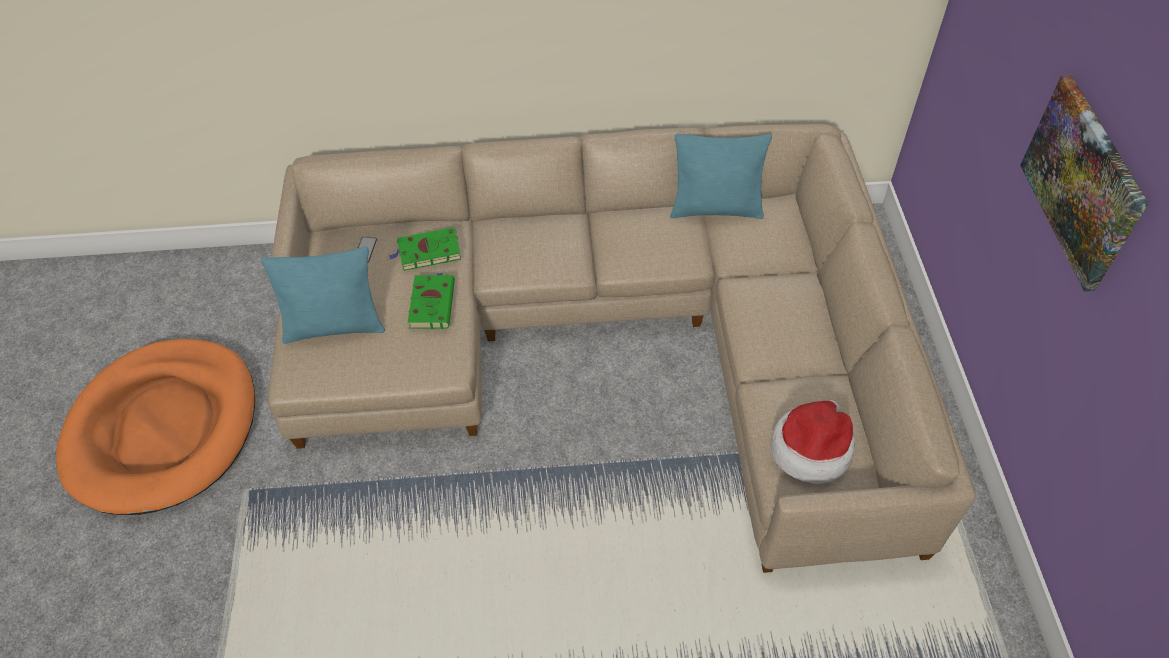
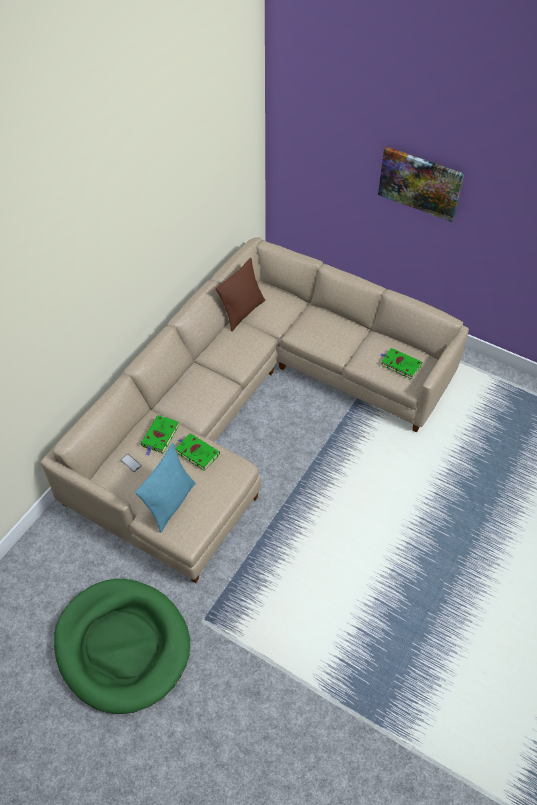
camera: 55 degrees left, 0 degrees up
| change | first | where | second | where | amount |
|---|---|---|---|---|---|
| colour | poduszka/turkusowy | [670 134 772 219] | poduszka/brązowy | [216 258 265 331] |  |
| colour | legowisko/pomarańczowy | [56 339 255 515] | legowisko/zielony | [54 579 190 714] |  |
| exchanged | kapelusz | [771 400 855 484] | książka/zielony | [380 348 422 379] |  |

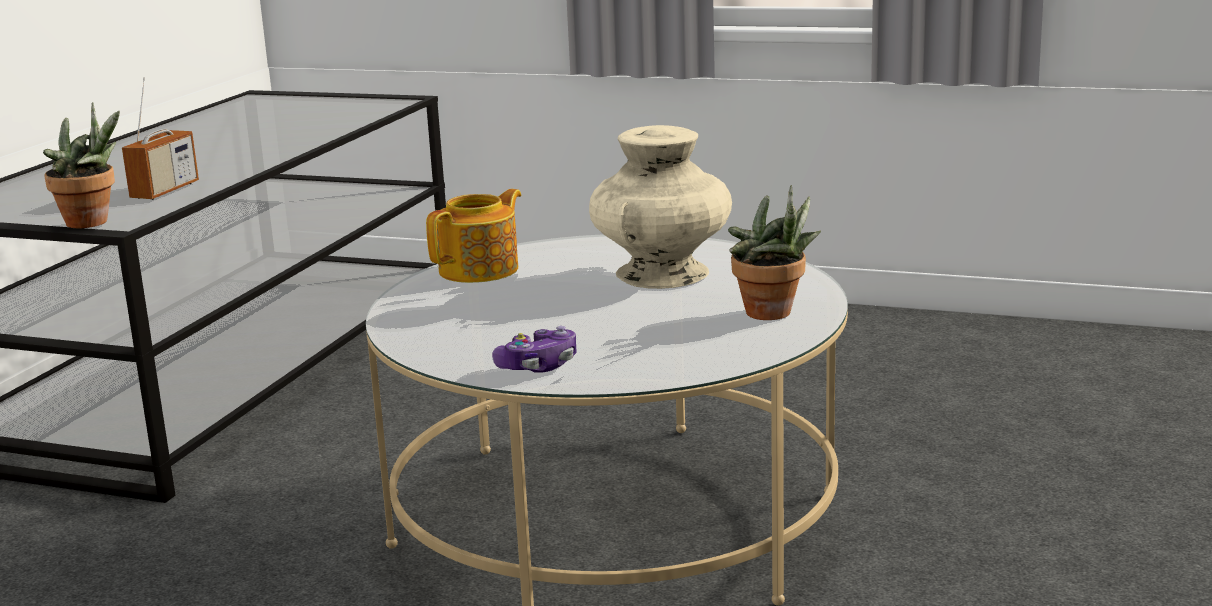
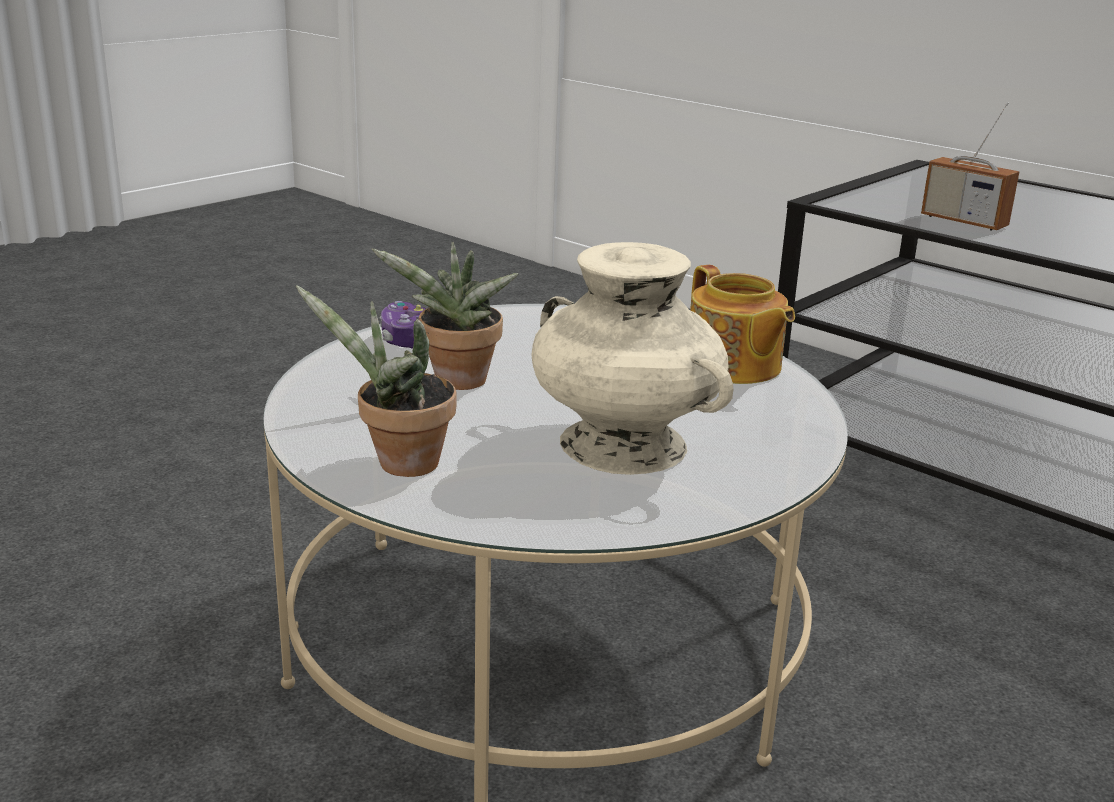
camera: 110 degrees right, 5 degrees up
| change | first | where | second | where | amount |
|---|---|---|---|---|---|
| relocated | roślina doniczkowa | [43 102 120 228] |  | [371 242 518 390] |  |

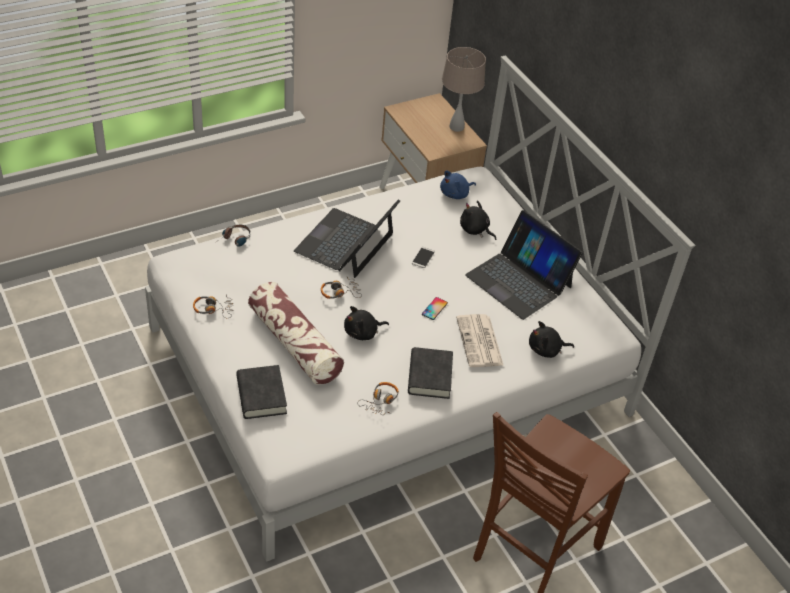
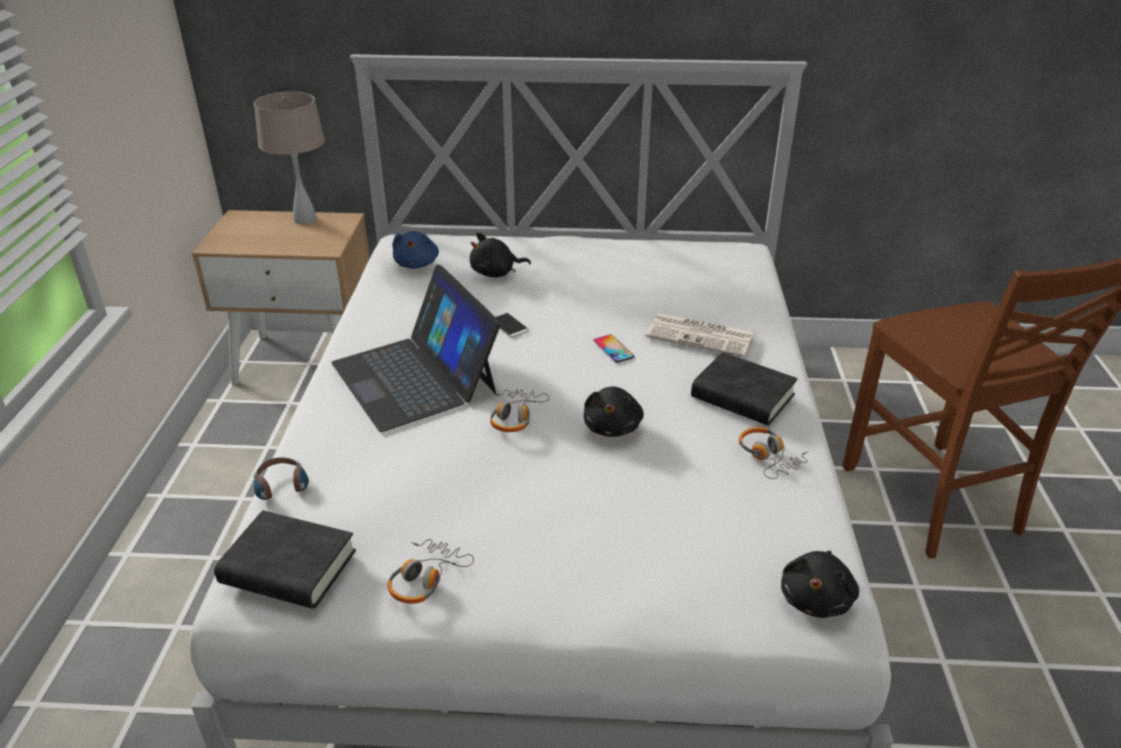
camera: 55 degrees left, 10 degrees down
| change | first | where | second | where | amount |
|---|---|---|---|---|---|
| missing | laptop | [465 210 583 320] |  |  |  |
| missing | poduszka | [248 282 344 385] |  |  |  |
| relocated | pluszak/czarny | [529 321 574 358] |  | [781 551 859 618] |  |
| relocated | książka/czarny | [236 365 287 419] |  | [214 510 356 609] |  |

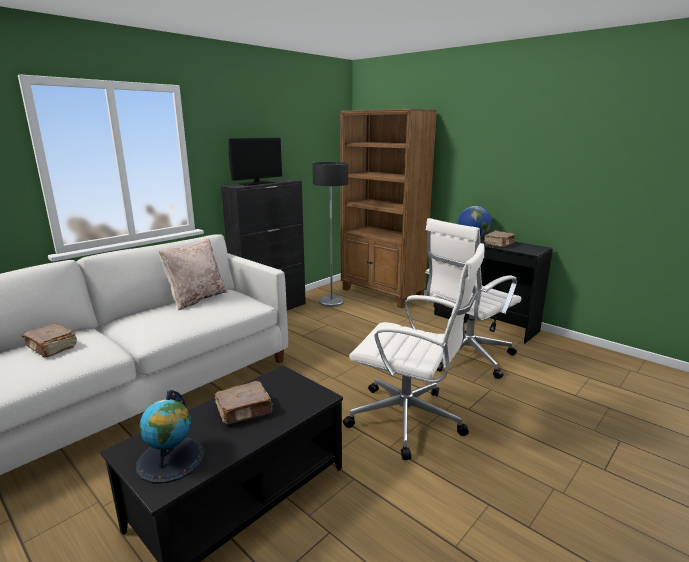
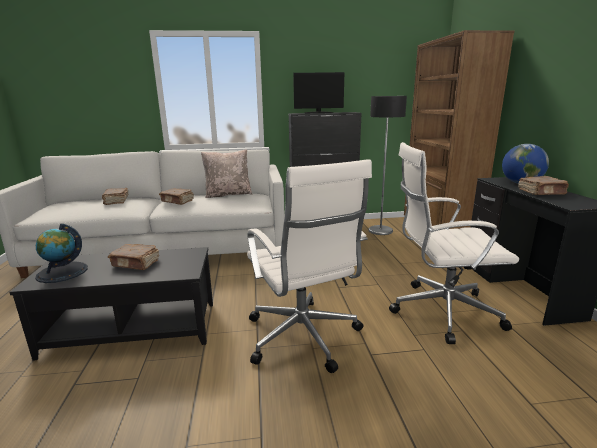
camera: 40 degrees right, 0 degrees up
| change | first | where | second | where | amount |
|---|---|---|---|---|---|
| appeared |  |  | książka/brązowy | [159 188 194 205] |  |

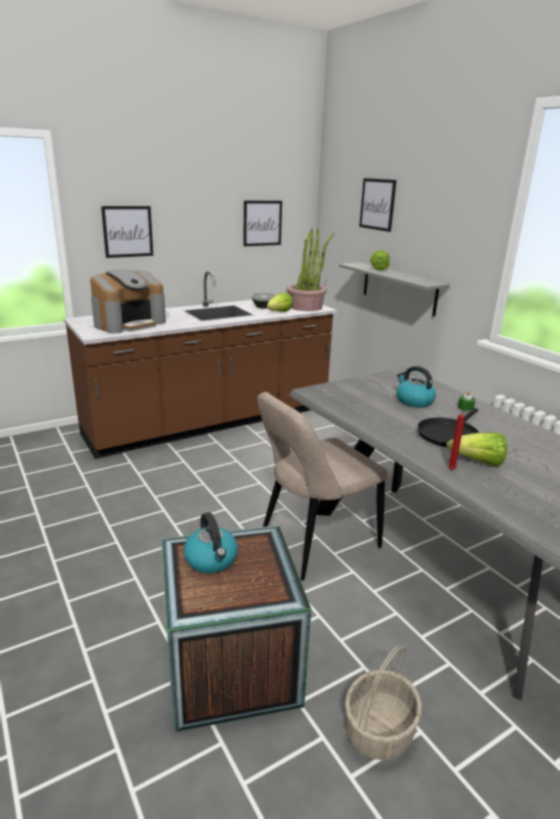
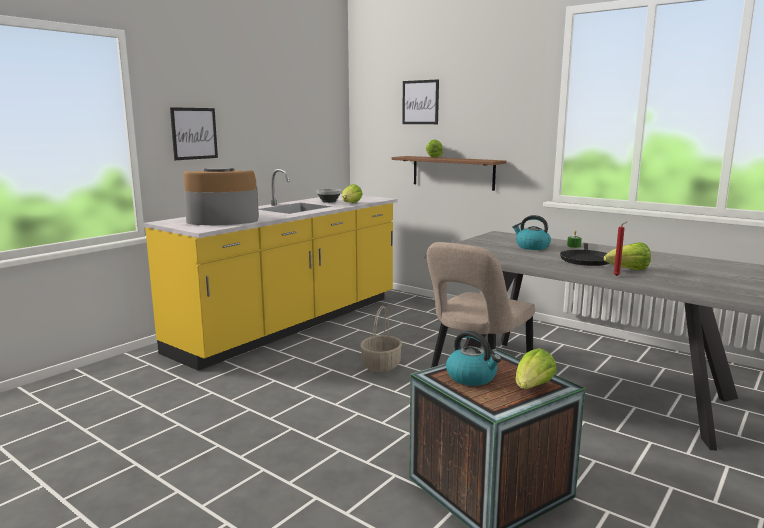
camera: 20 degrees left, 10 degrees down
| change | first | where | second | where | amount |
|---|---|---|---|---|---|
| missing | obraz | [243 201 282 246] |  |  |  |
| missing | roślina doniczkowa | [286 229 334 311] |  |  |  |
| colour | półka/szary | [339 262 450 316] | półka/brązowy | [392 156 507 191] |  |
| spun | ekspres do kawy | [90 270 166 334] |  | [184 168 259 225] | 120 degrees counterclockwise |
| colour | zabudowa kuchenna/brązowy | [64 271 337 459] | zabudowa kuchenna/żółty | [143 169 398 371] |  |
| relocated | koszyk | [345 644 422 760] |  | [360 306 402 372] |  |
| appeared |  |  | sałata | [515 348 557 389] |  |

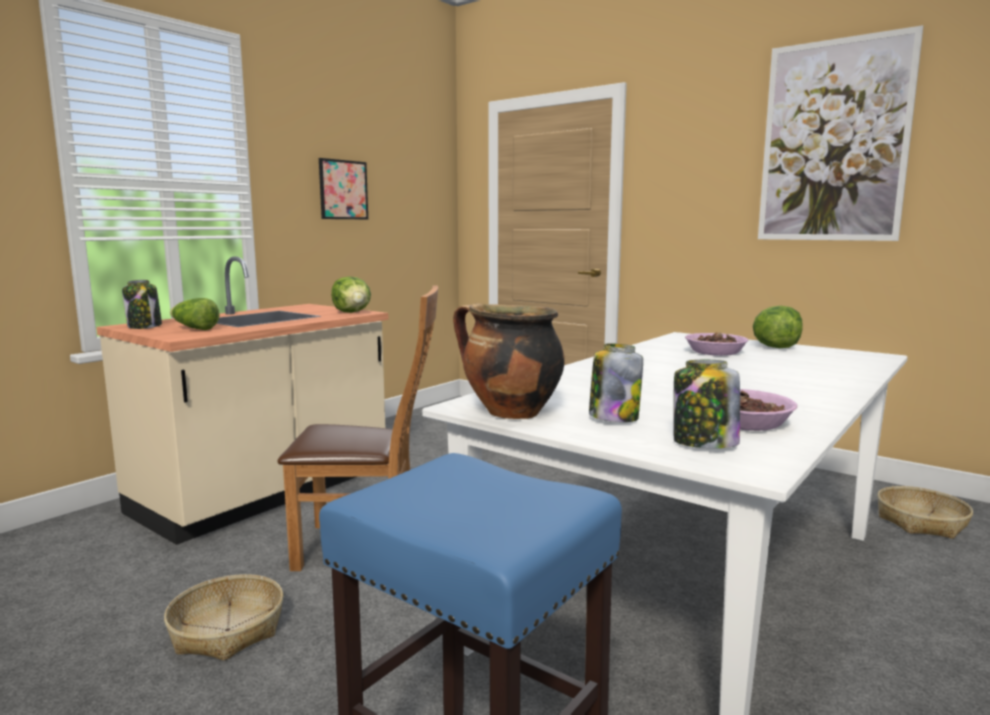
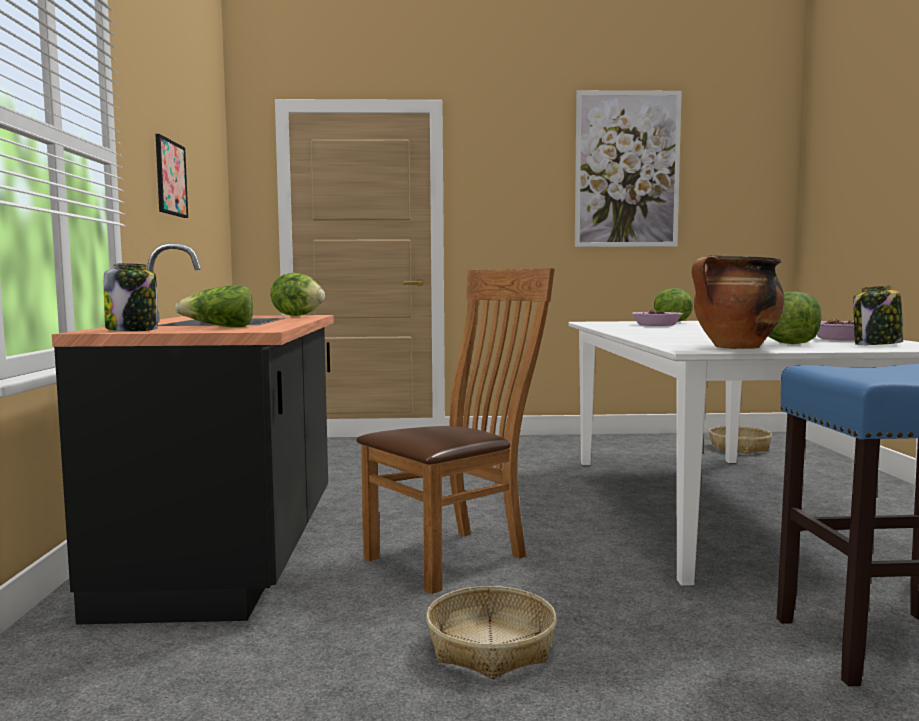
camera: 40 degrees left, 5 degrees down
| change | first | where | second | where | amount |
|---|---|---|---|---|---|
| colour | zabudowa kuchenna/beżowy | [96 256 389 545] | zabudowa kuchenna/czarny | [52 243 334 625] |  |
| exchanged | słoik | [589 343 643 422] | sałata | [768 292 821 344] |  |

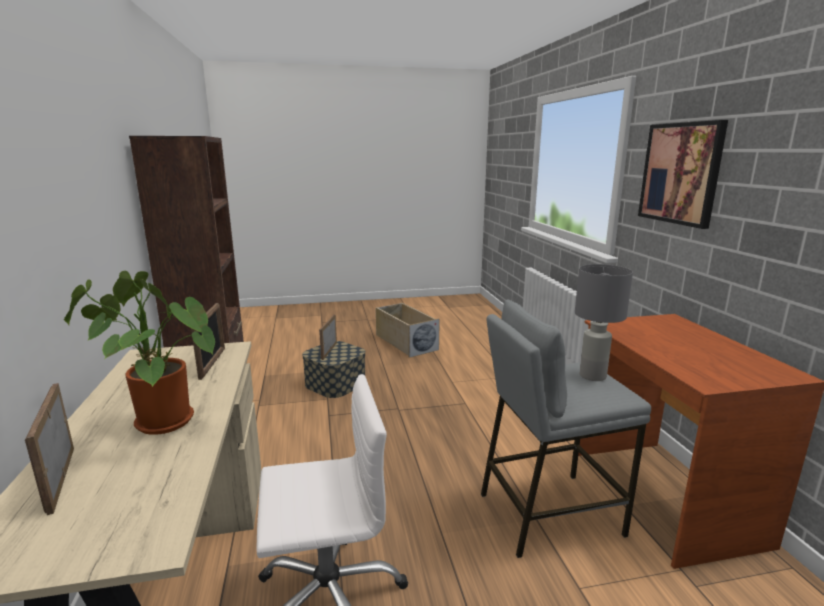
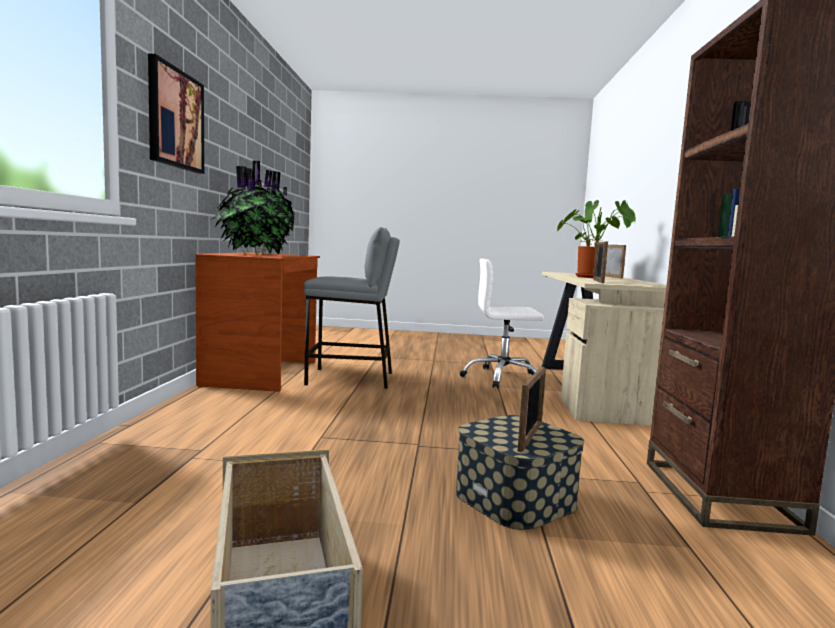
camera: 165 degrees left, 10 degrees down
| change | first | where | second | where | amount |
|---|---|---|---|---|---|
| missing | lampa stołowa/szary | [575 264 633 381] |  |  |  |
| appeared |  |  | roślina doniczkowa | [209 161 295 254] |  |

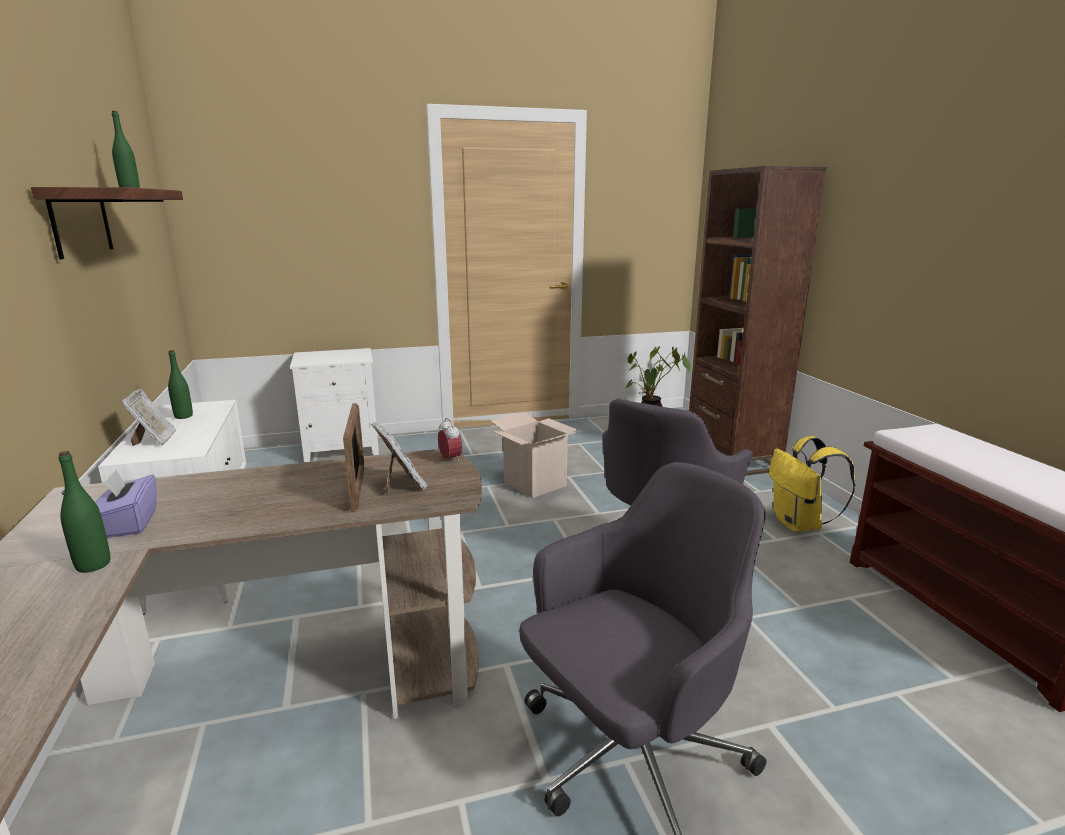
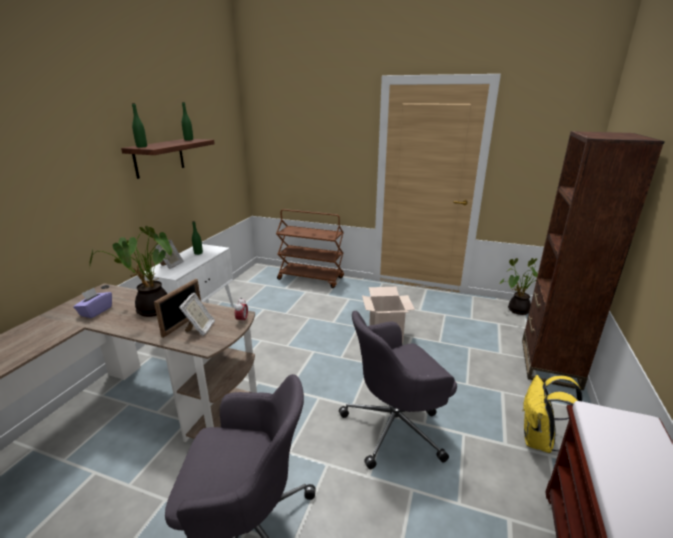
camera: 35 degrees right, 5 degrees up
| change | first | where | second | where | amount |
|---|---|---|---|---|---|
| exchanged | szafka nocna/biały | [290 348 379 462] | wózek/brązowy | [276 209 344 288] |  |
| relocated | butelka/zielony | [58 451 110 573] |  | [132 103 147 147] |  |
| appeared |  |  | roślina doniczkowa | [89 226 172 317] |  |

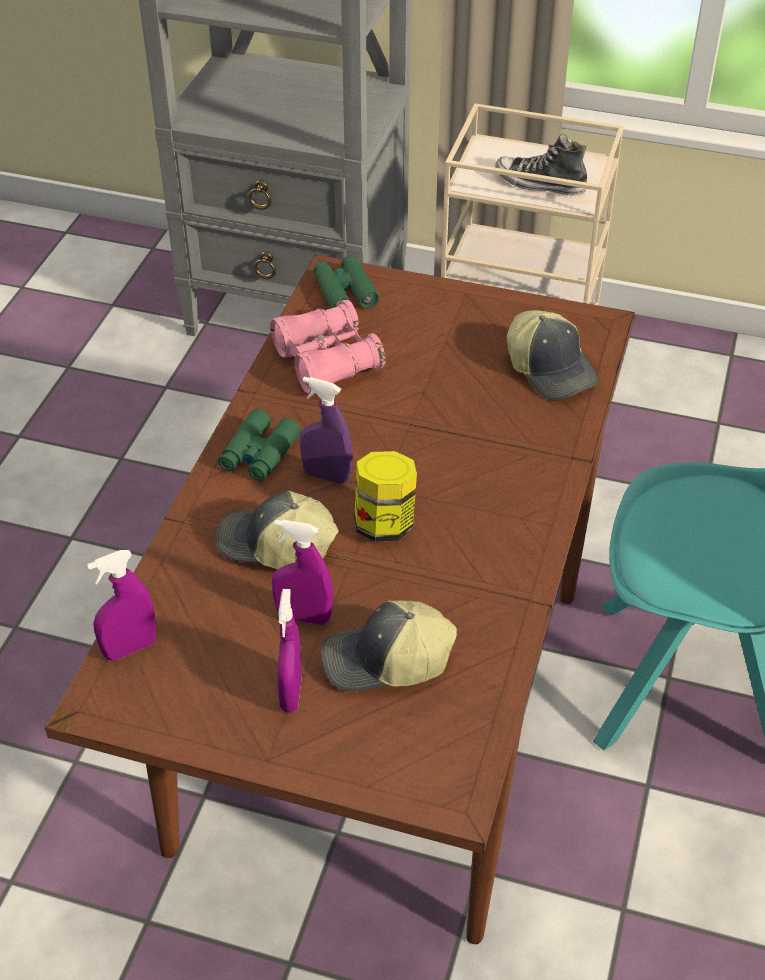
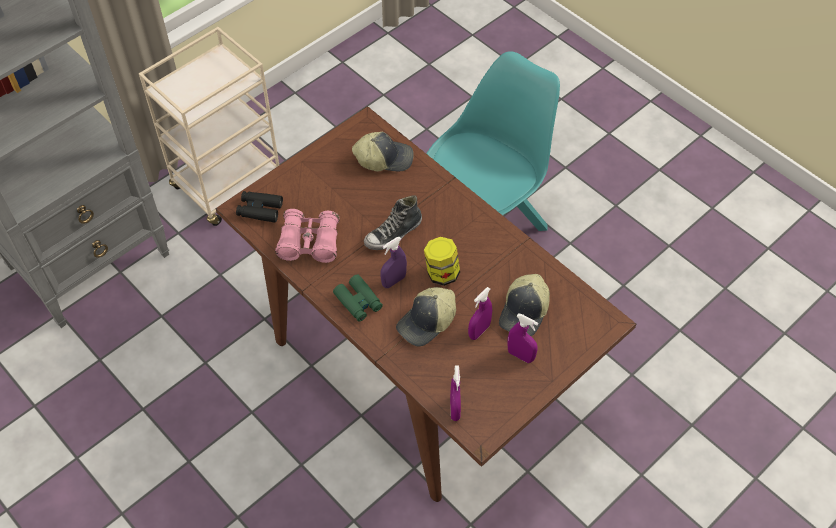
camera: 60 degrees left, 10 degrees up
| change | first | where | second | where | amount |
|---|---|---|---|---|---|
| relocated | but | [495 134 587 196] |  | [364 195 422 250] |  |
| colour | lornetka/zielony | [313 256 379 309] | lornetka/czarny | [236 191 283 223] |  |

